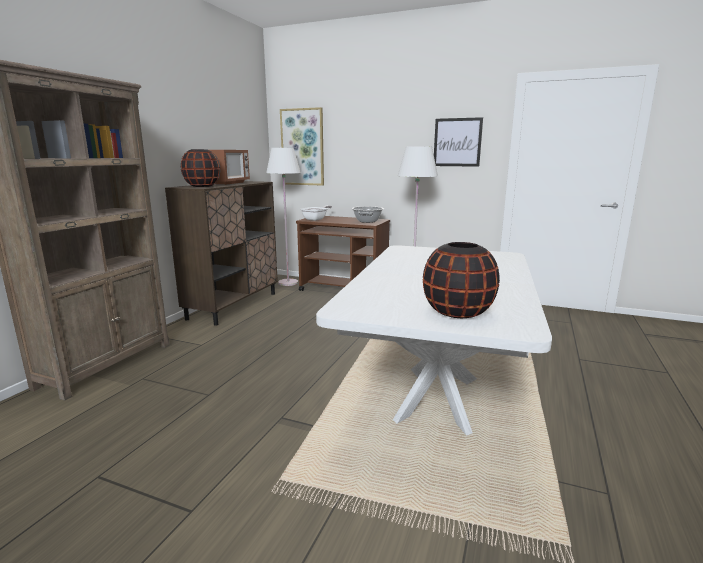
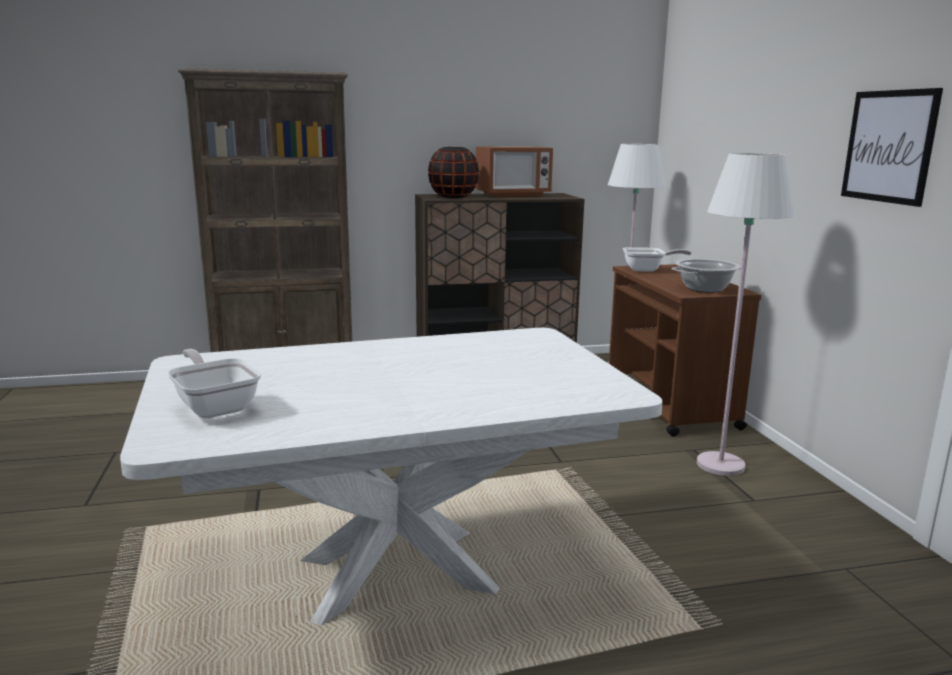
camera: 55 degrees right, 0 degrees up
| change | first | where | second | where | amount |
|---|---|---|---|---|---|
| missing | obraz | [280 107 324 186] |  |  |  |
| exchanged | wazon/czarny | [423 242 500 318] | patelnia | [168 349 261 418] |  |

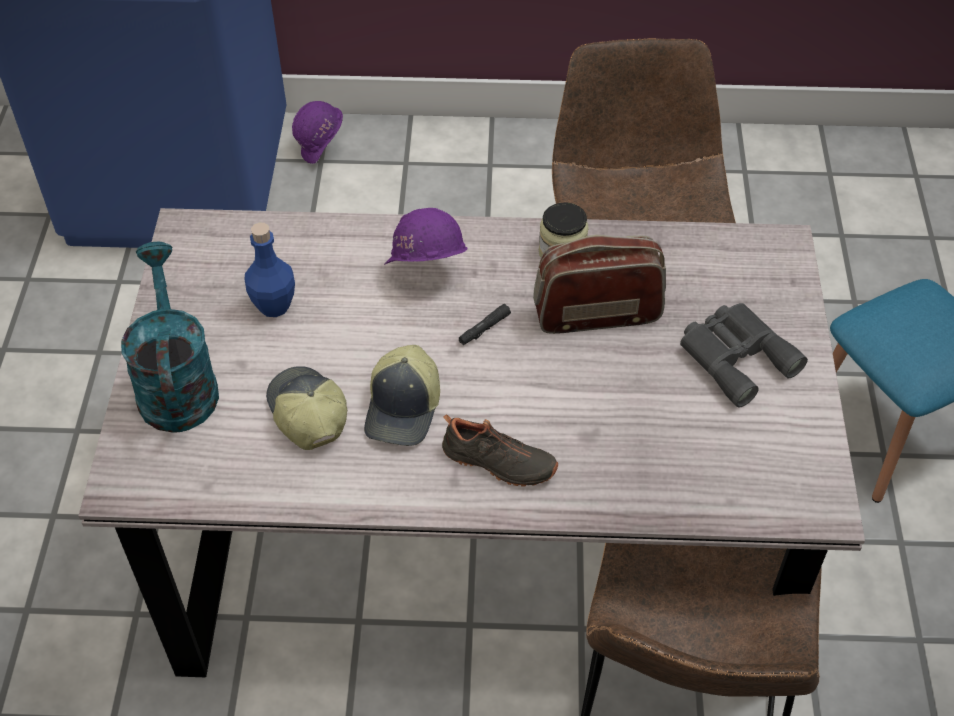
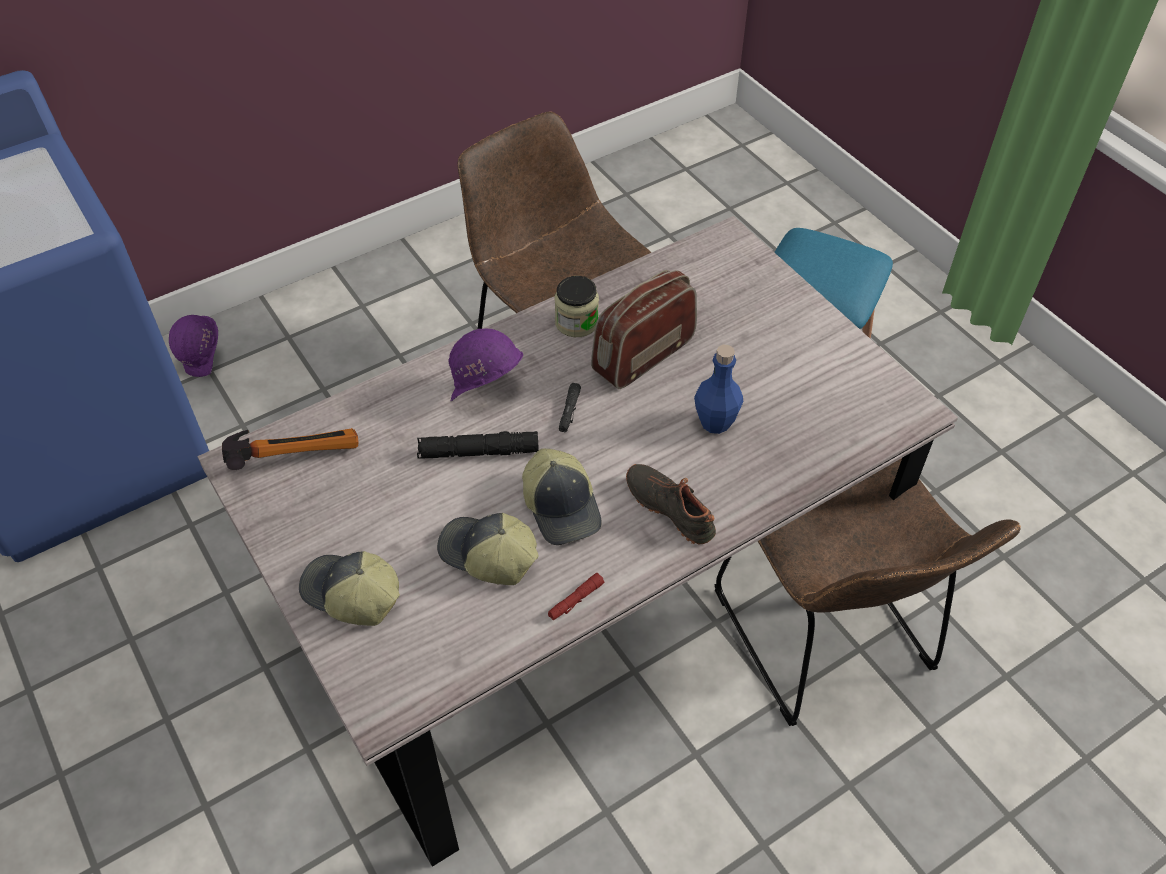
camera: 35 degrees left, 0 degrees up
| change | first | where | second | where | amount |
|---|---|---|---|---|---|
| relocated | butelka/niebieski | [245 222 295 317] |  | [694 345 743 434] |  |
| exchanged | konewka/turkusowy | [121 242 219 433] | czapka z daszkiem | [299 551 400 626] |  |
| missing | lornetka/szary | [680 303 808 407] |  |  |  |
| spun | but/czarny | [442 414 558 487] |  | [626 464 716 545] | 120 degrees counterclockwise |
| appeared |  |  | młotek | [222 428 358 470] |  |
| appeared |  |  | latarka/czarny | [417 431 539 459] |  |
| appeared |  |  | latarka/czerwony | [548 573 604 620] |  |

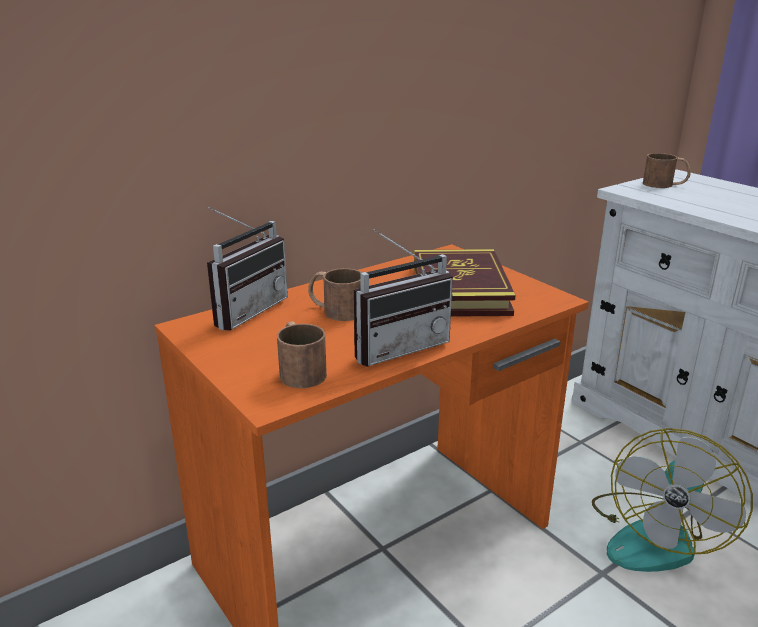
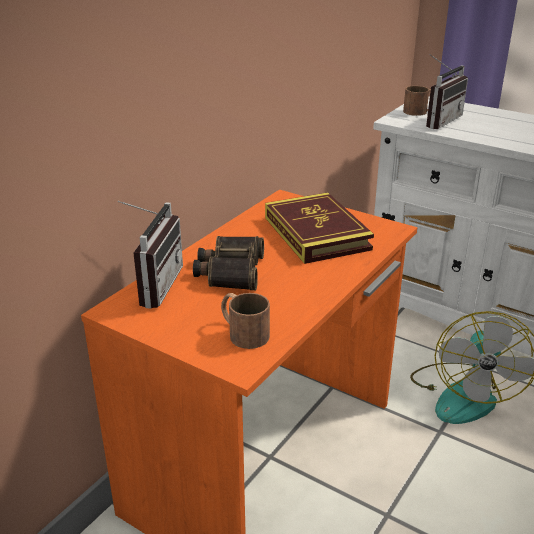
camera: 20 degrees left, 5 degrees up
| change | first | where | second | where | amount |
|---|---|---|---|---|---|
| relocated | radio | [354 229 453 367] |  | [426 54 468 129] |  |
| exchanged | kubek/brązowy | [308 268 362 321] | lornetka | [193 236 264 290] |  |

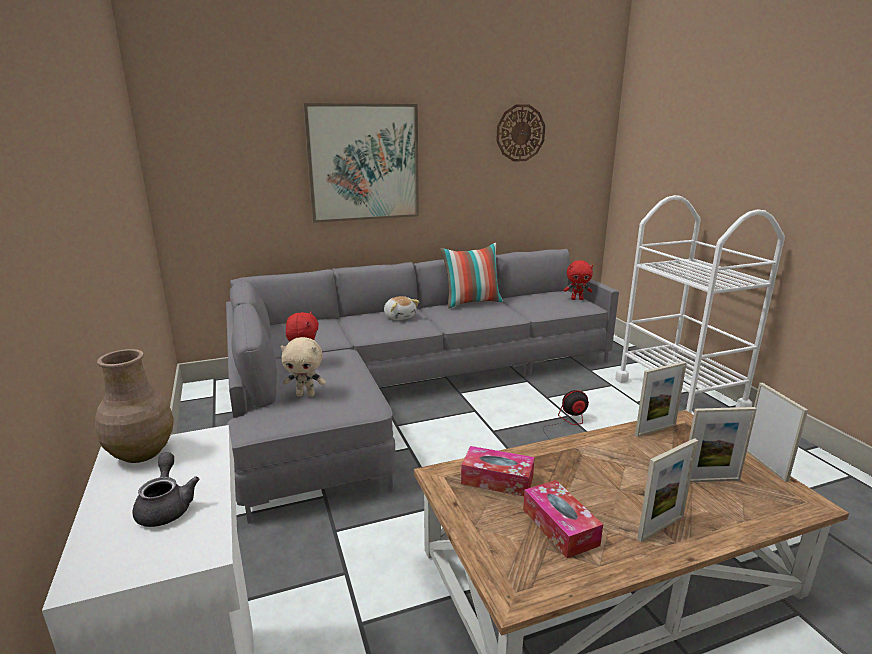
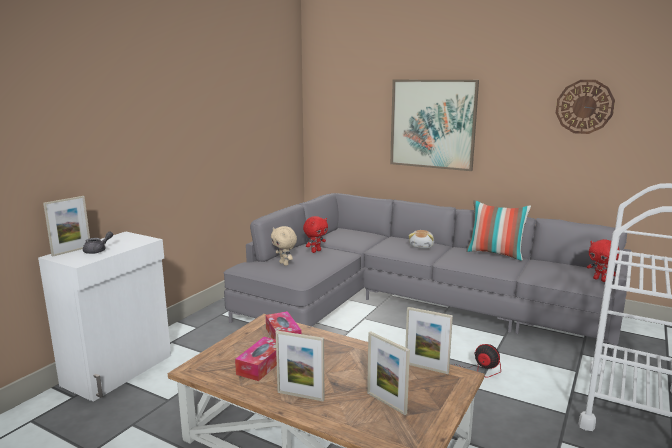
camera: 50 degrees right, 5 degrees down
| change | first | where | second | where | amount |
|---|---|---|---|---|---|
| missing | wazon/brązowy | [95 349 174 463] |  |  |  |
| relocated | ramka na zdjęcie | [747 383 808 482] |  | [43 196 90 257] |  |

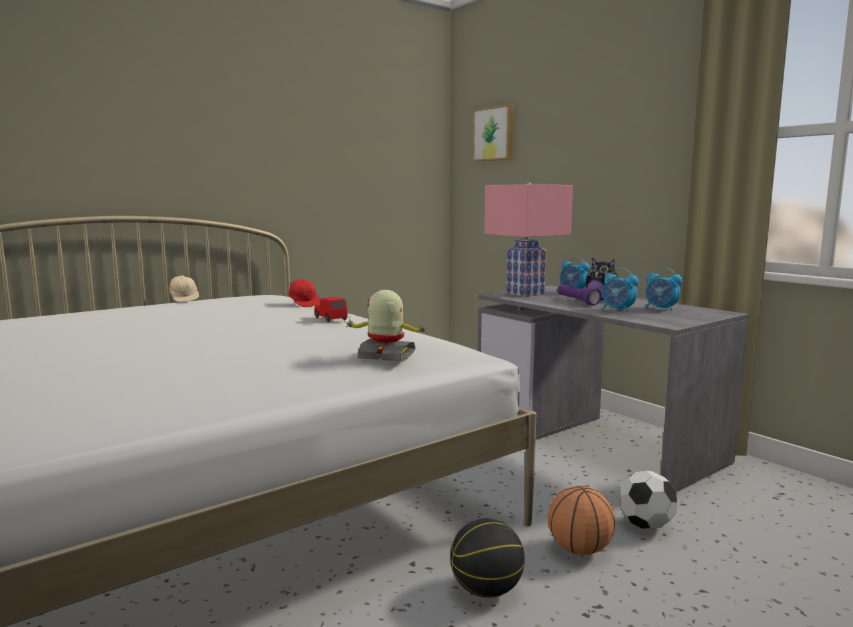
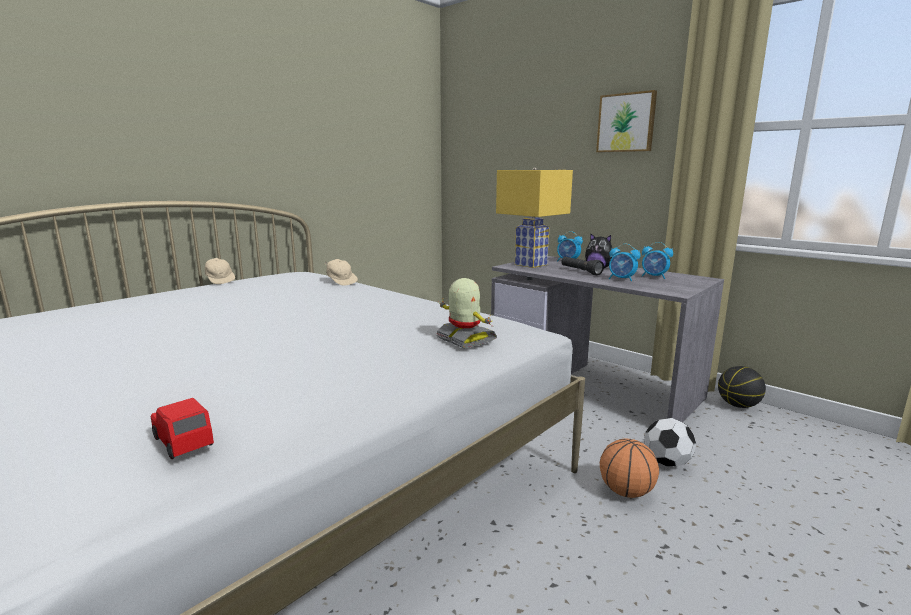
camera: 10 degrees left, 5 degrees up
| change | first | where | second | where | amount |
|---|---|---|---|---|---|
| relocated | obraz | [473 104 514 161] |  | [596 90 657 152] |  |
| colour | lampa stołowa/różowy | [484 182 573 297] | lampa stołowa/żółty | [496 167 573 268] |  |
| colour | czapka z daszkiem/czerwony | [289 279 321 307] | czapka z daszkiem/beżowy | [325 259 358 286] |  |
| colour | latarka/fioletowy | [557 284 602 306] | latarka/czarny | [561 257 604 275] |  |
| spun | robot zabawkowy | [344 290 430 361] |  | [437 278 497 348] | 45 degrees clockwise |
| relocated | samochodzik/czerwony | [315 297 347 322] |  | [150 398 214 459] |  |
| relocated | piłka do koszykówki | [450 518 525 598] |  | [718 366 766 408] |  |

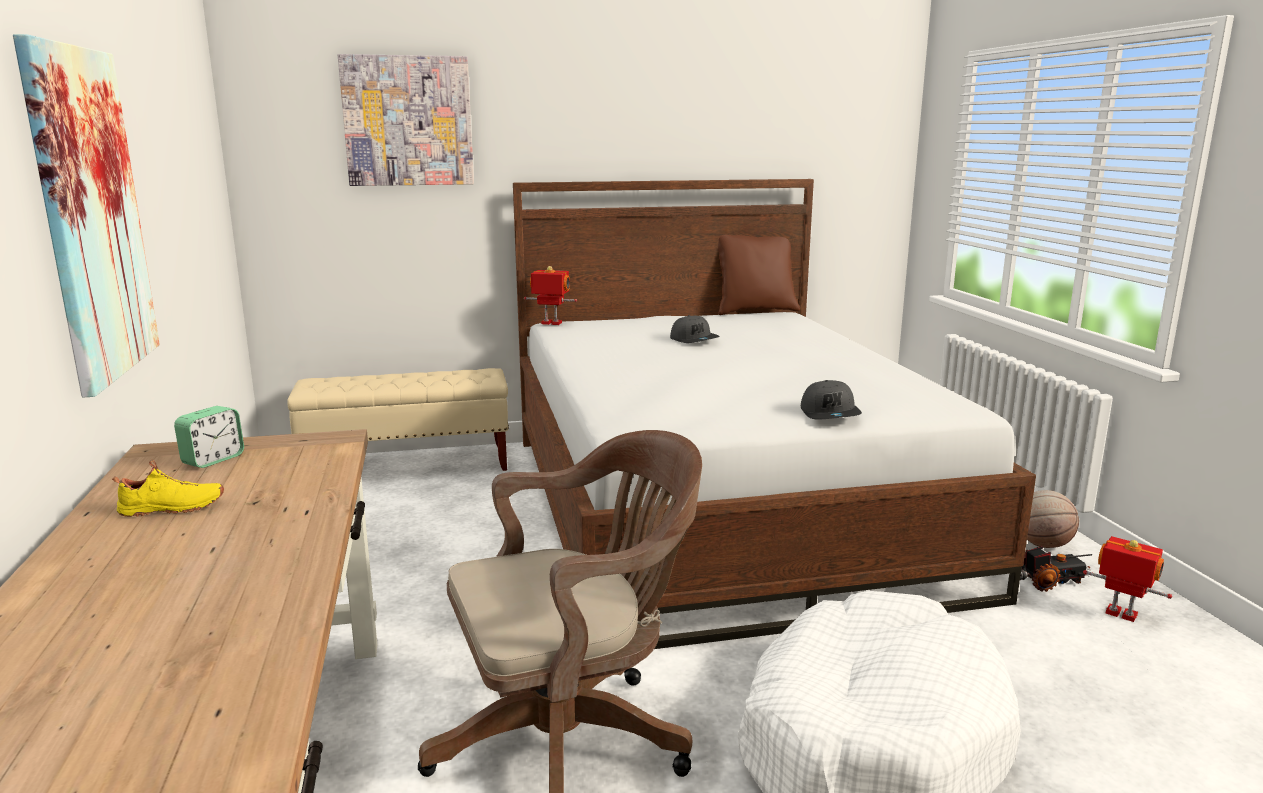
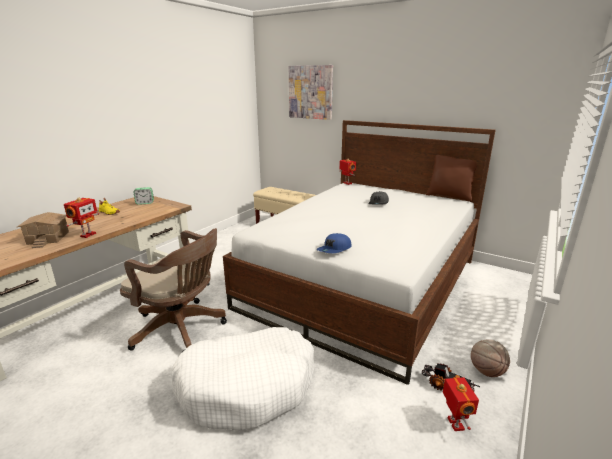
camera: 45 degrees right, 5 degrees up
| change | first | where | second | where | amount |
|---|---|---|---|---|---|
| missing | obraz | [13 34 160 397] |  |  |  |
| colour | czapka z daszkiem/szary | [801 380 862 419] | czapka z daszkiem/niebieski | [317 233 352 253] |  |
| appeared |  |  | robot zabawkowy | [64 197 99 238] |  |
| appeared |  |  | domek | [17 212 69 248] |  |

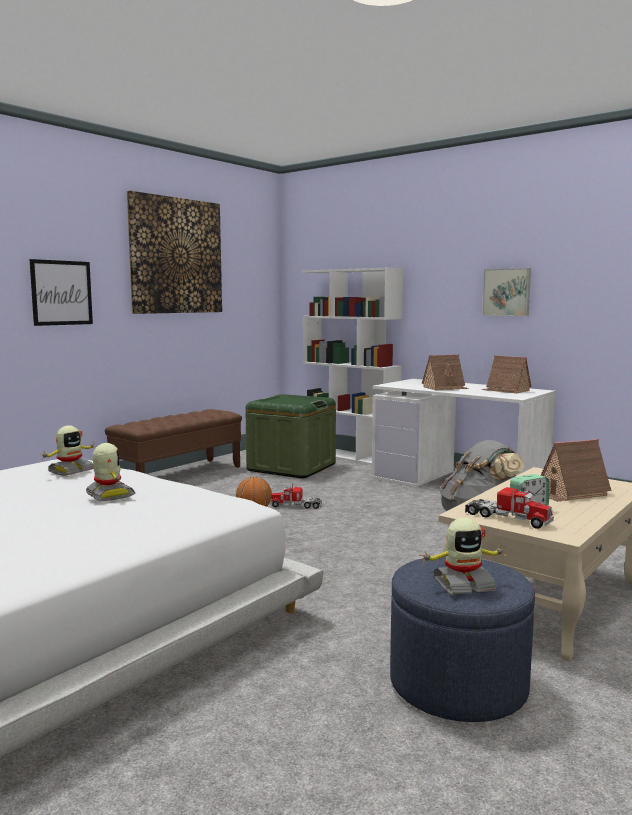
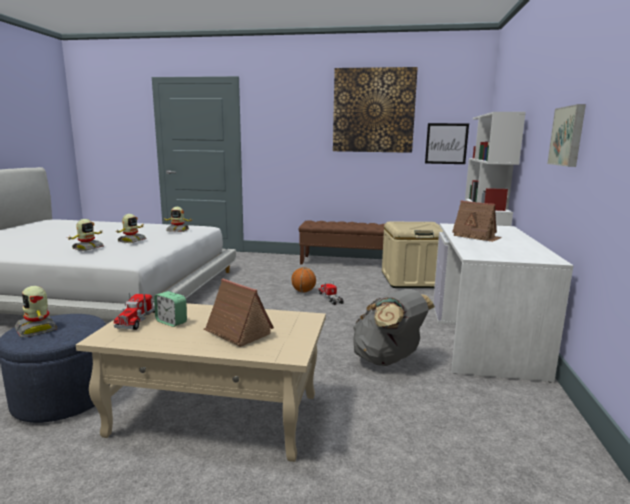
camera: 60 degrees right, 5 degrees up
| change | first | where | second | where | amount |
|---|---|---|---|---|---|
| relocated | obraz | [30 259 93 326] |  | [425 123 469 164] |  |
| missing | domek | [481 356 532 393] |  |  |  |
| colour | pojemnik do przechowywania/zielony | [245 394 336 478] | pojemnik do przechowywania/beżowy | [382 221 443 288] |  |
| appeared |  |  | robot zabawkowy | [68 219 104 251] |  |

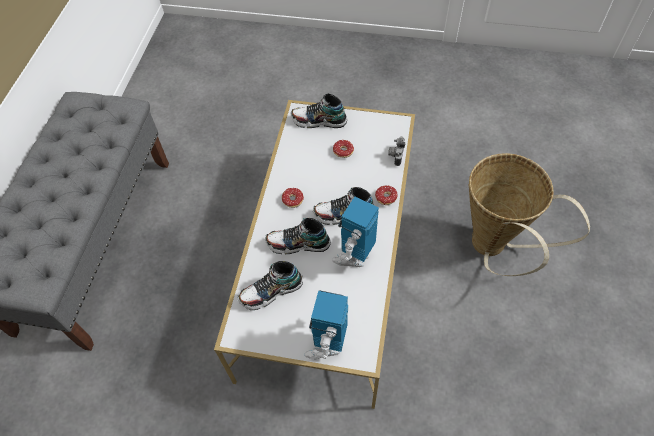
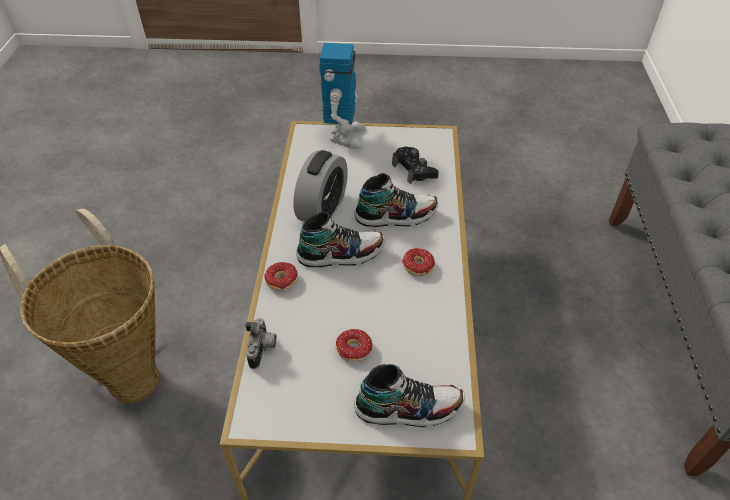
camera: 170 degrees right, 10 degrees down
| change | first | where | second | where | amount |
|---|---|---|---|---|---|
| exchanged | robot zabawkowy | [332 197 379 267] | budzik | [293 150 348 222] |  |
| exchanged | but | [237 261 303 310] | pad do gier/czarny | [392 146 439 184] |  |

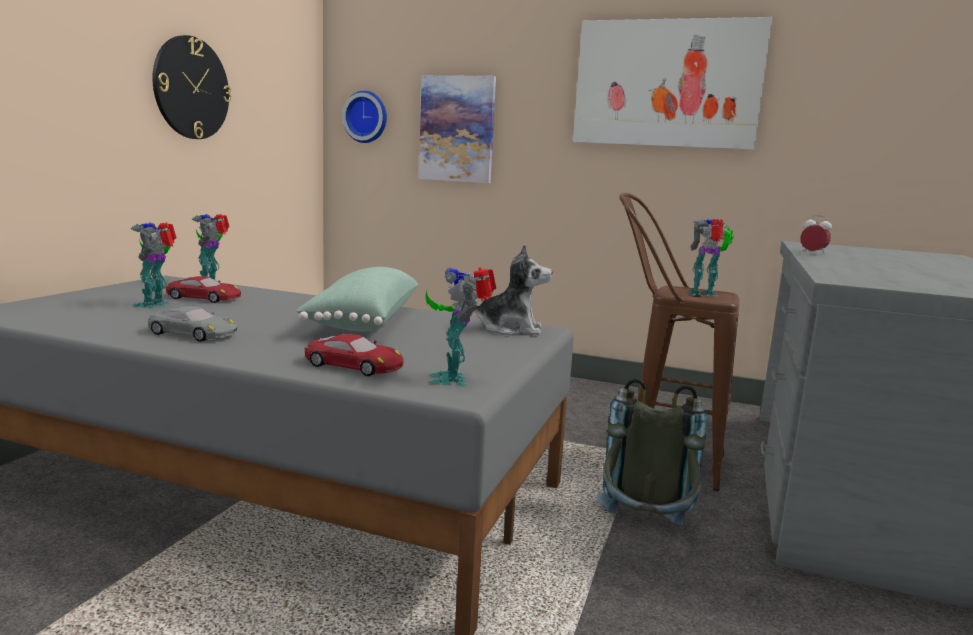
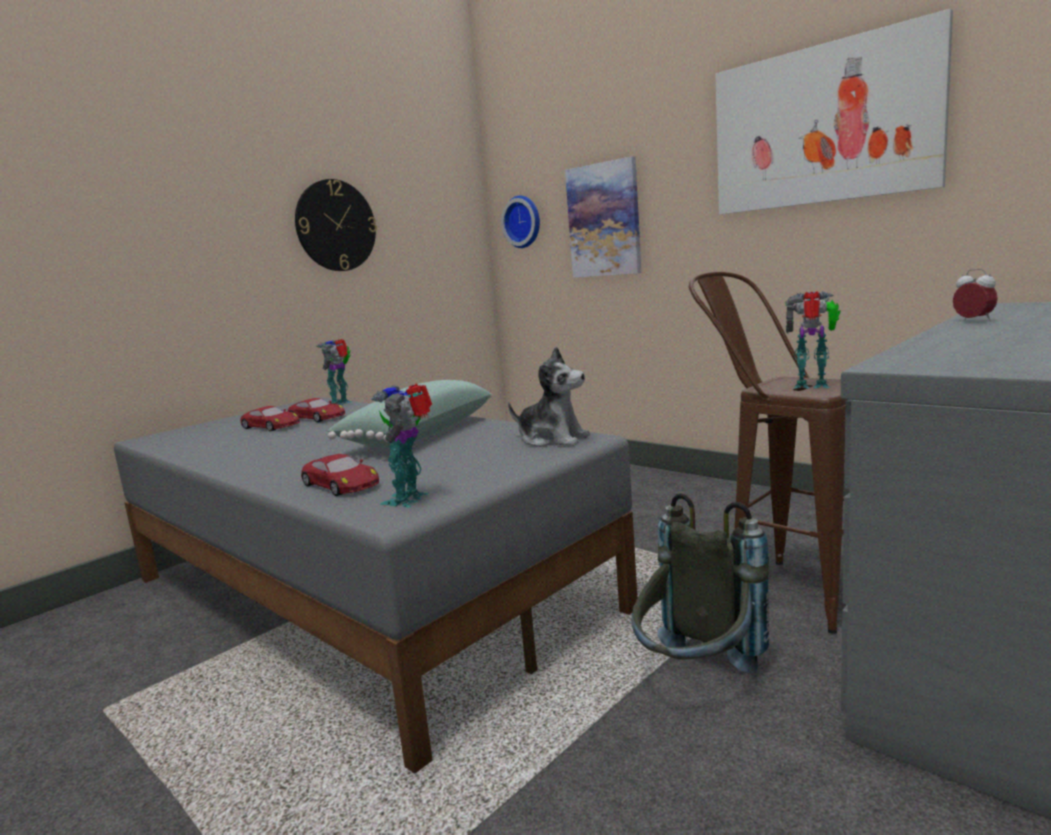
camera: 25 degrees right, 0 degrees up
| change | first | where | second | where | amount |
|---|---|---|---|---|---|
| exchanged | robot zabawkowy | [131 222 176 309] | samochodzik/czerwony | [240 406 300 431] |  |
| missing | samochodzik/szary | [148 306 237 342] |  |  |  |

